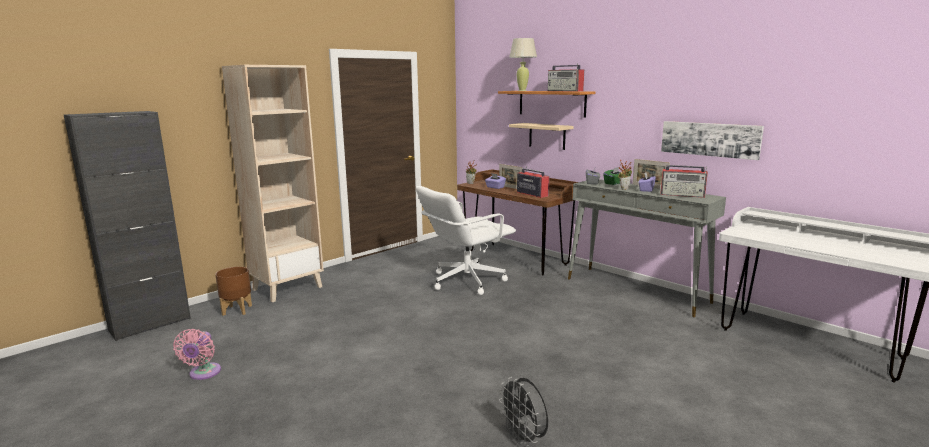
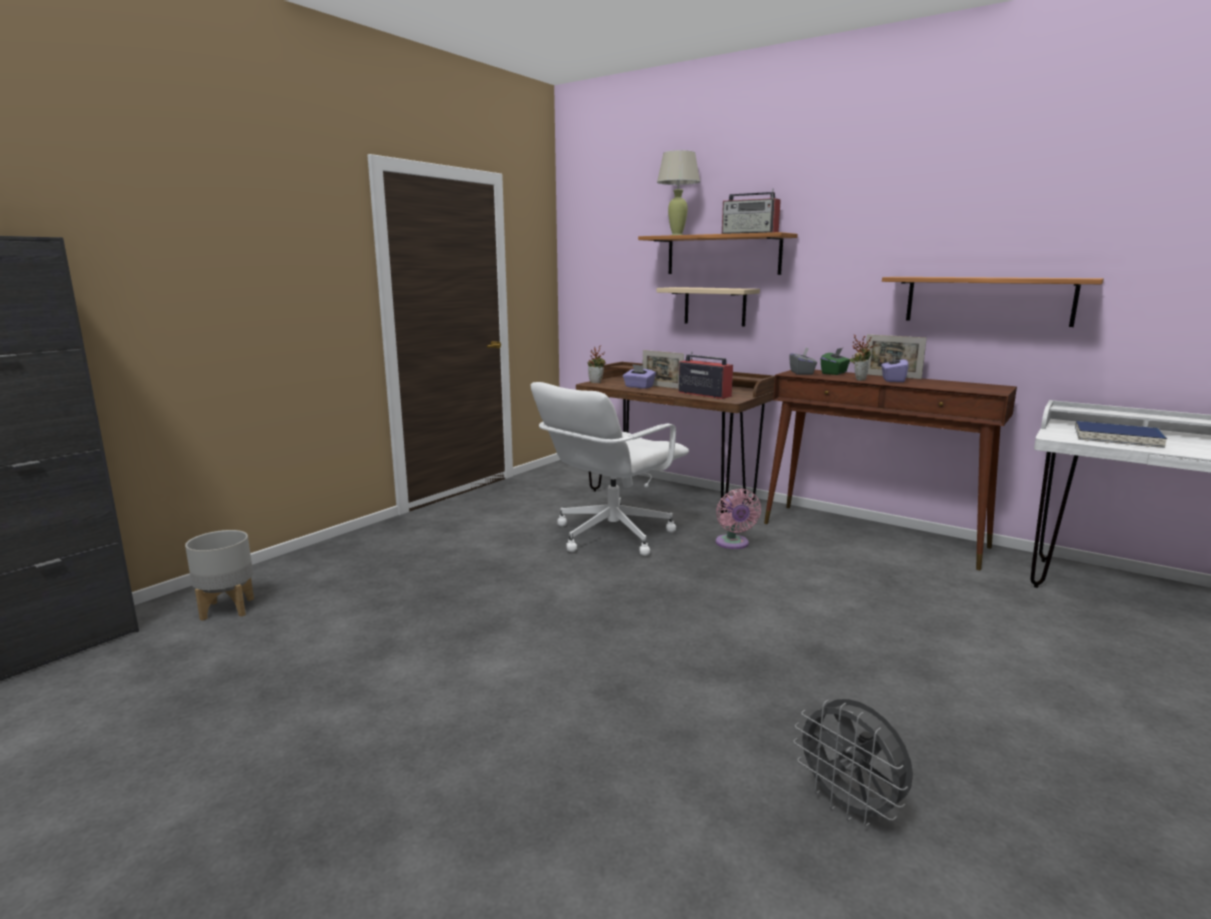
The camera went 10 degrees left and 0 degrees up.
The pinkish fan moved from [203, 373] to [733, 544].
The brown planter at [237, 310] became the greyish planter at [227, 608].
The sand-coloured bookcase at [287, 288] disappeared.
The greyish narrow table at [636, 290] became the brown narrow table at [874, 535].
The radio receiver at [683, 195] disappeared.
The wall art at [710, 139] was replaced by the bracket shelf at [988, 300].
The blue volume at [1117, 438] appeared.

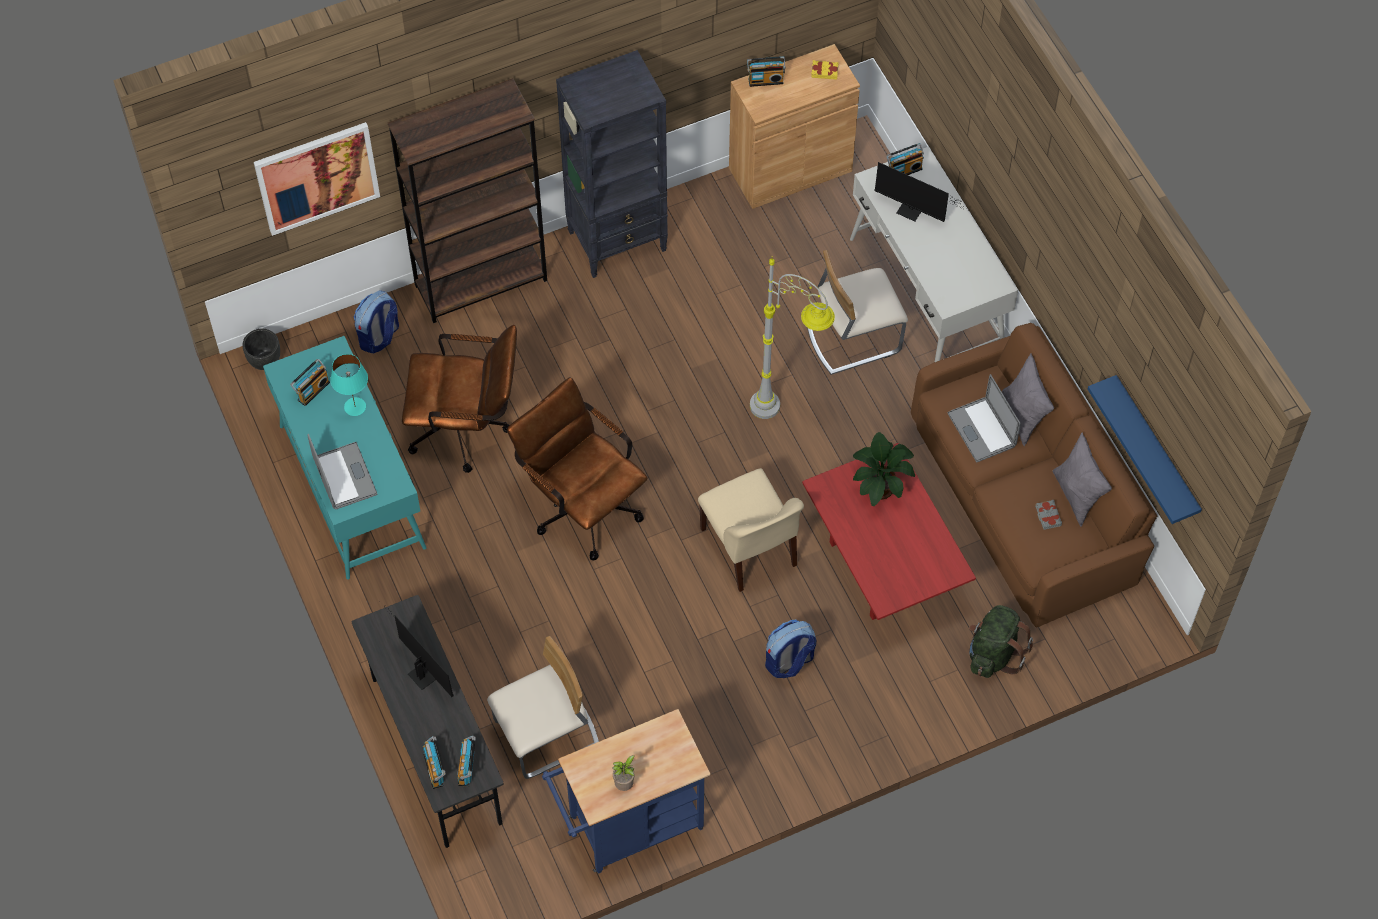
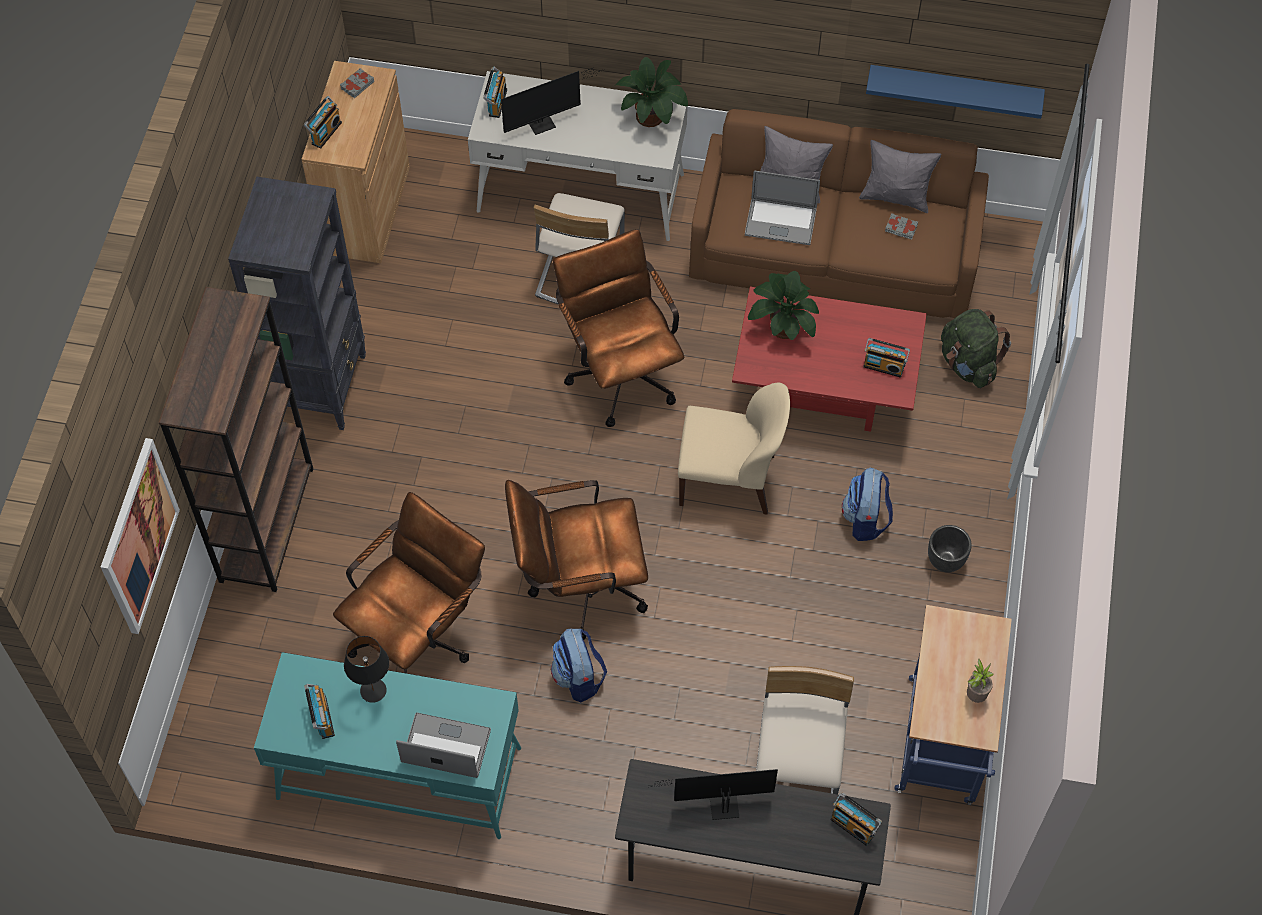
The camera went 55 degrees left and 0 degrees up.
The black planter moved from [265, 361] to [946, 561].
The blue-green lamp for a table at [355, 407] became the black lamp for a table at [373, 690].
The rucksack moved from [379, 337] to [578, 677].
The radio receiver moved from [435, 769] to [884, 366].
The greyish floor lamp at [787, 418] was replaced by the brown office chair at [619, 369].
The yellowish volume at [824, 71] became the greyish volume at [357, 85].
The plant in a pot at [652, 117] appeared.

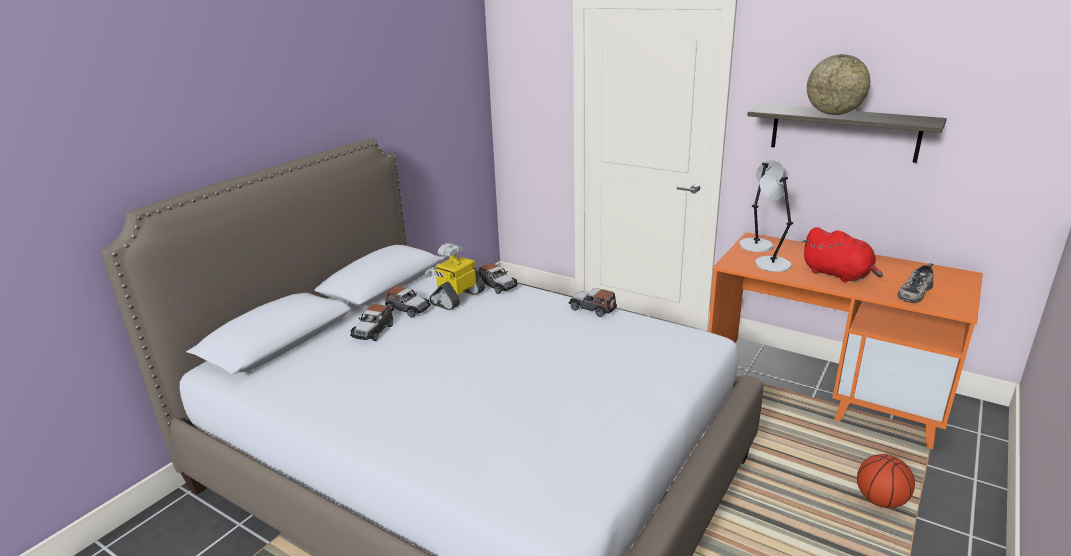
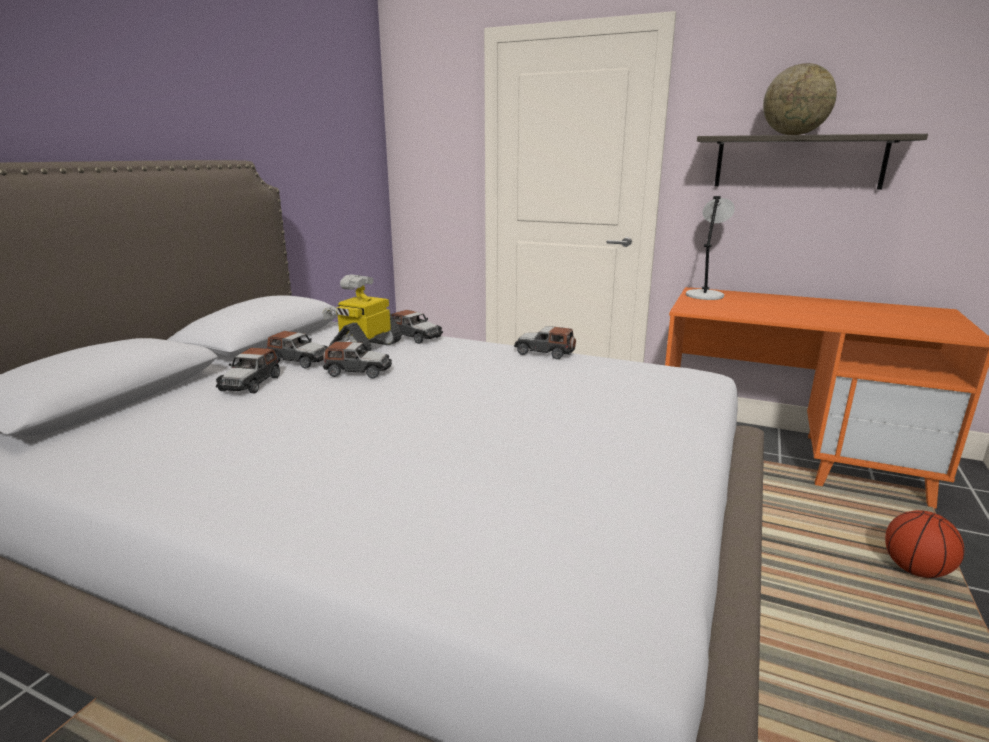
The camera went 10 degrees left and 5 degrees down.
The greyish lamp for a table at [771, 264] disappeared.
The reddish plush toy at [838, 275] disappeared.
The low shoe at [914, 291] disappeared.
The toy car at [358, 371] appeared.

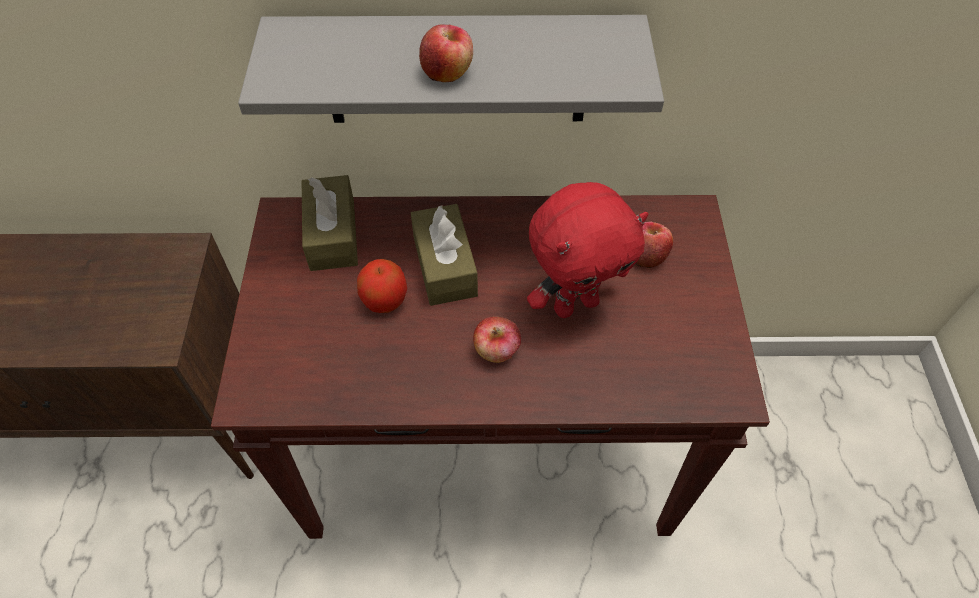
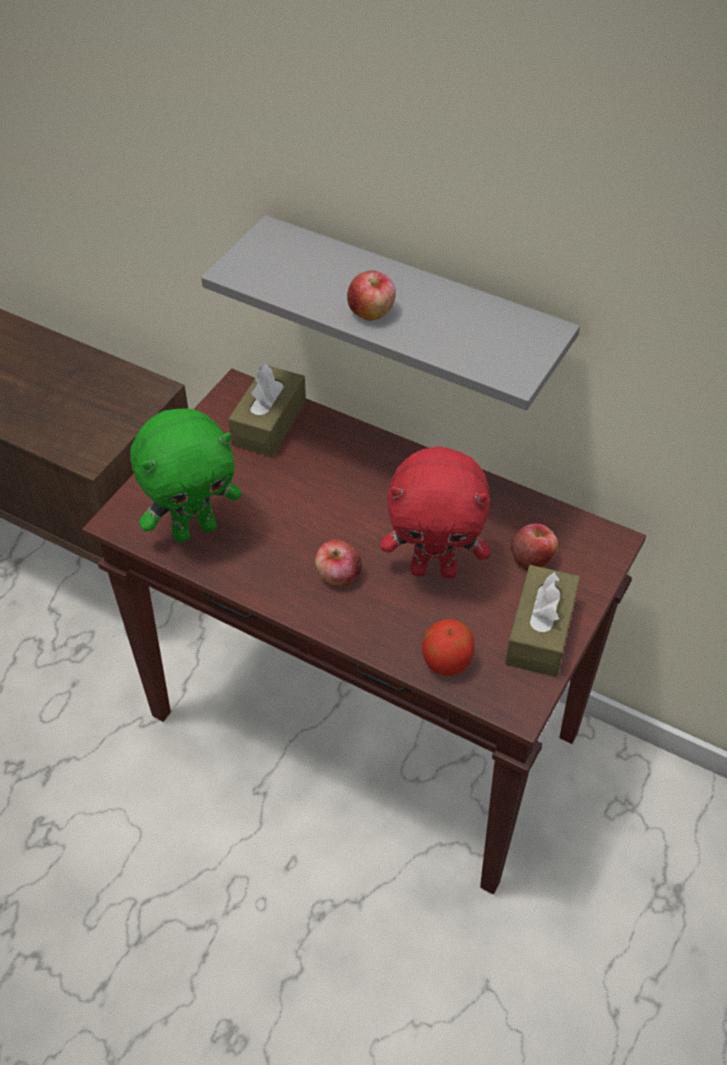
The camera went 30 degrees right and 5 degrees down.
The apple moved from [385, 301] to [447, 663].
The brown box of tissues moved from [444, 266] to [540, 632].
The green plush toy at [194, 529] appeared.

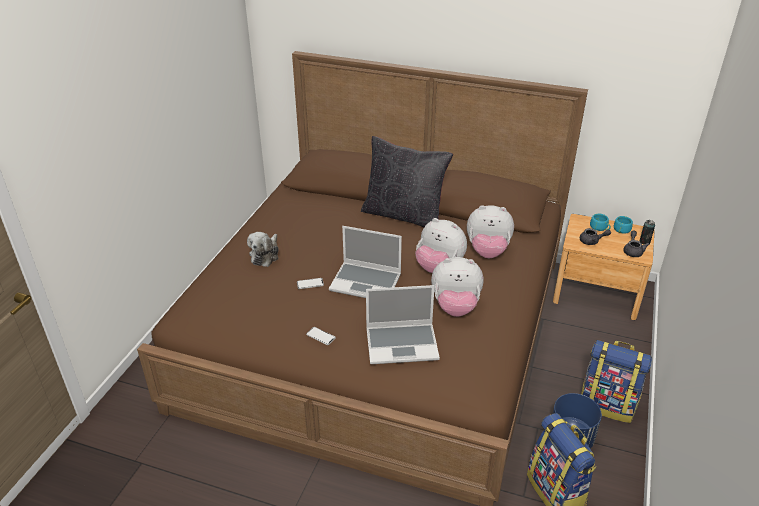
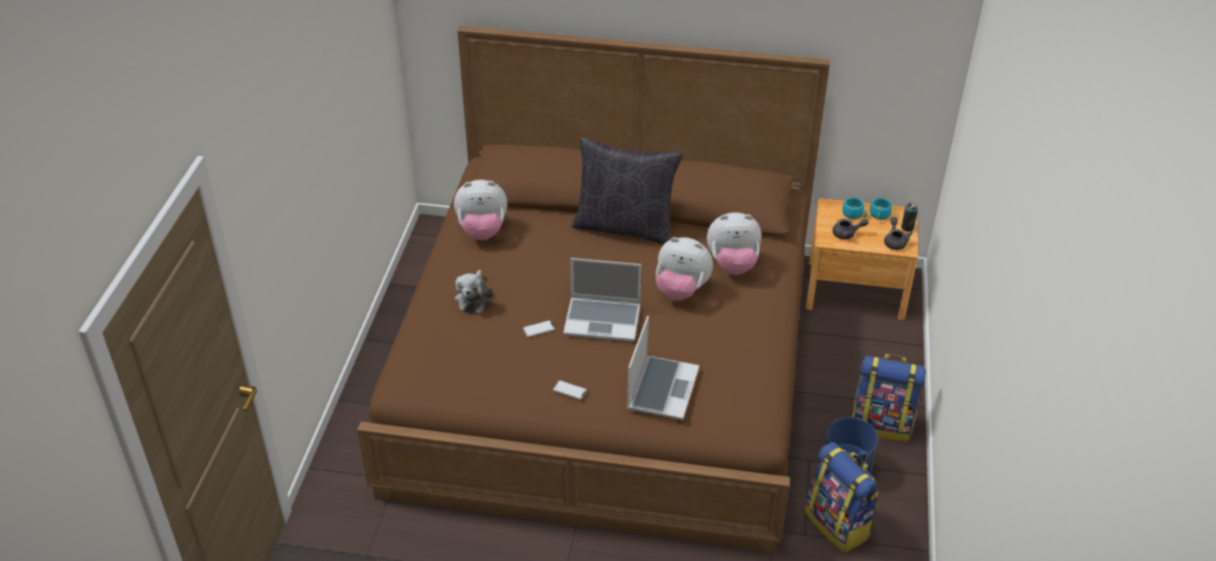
The camera went 10 degrees left and 5 degrees up.
The laptop at [402, 344] turned 60 degrees counterclockwise.
The plush toy moved from [455, 307] to [482, 231].

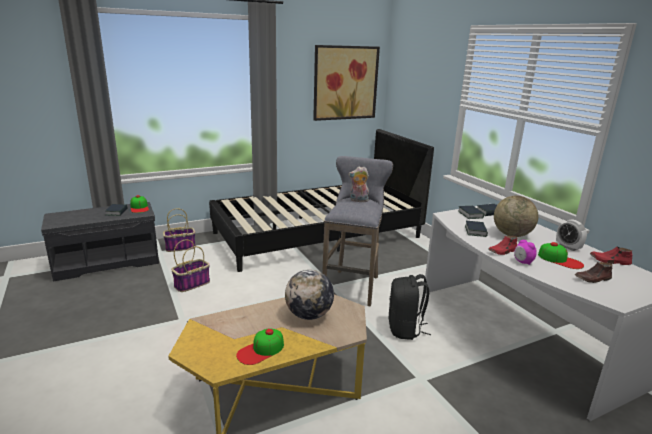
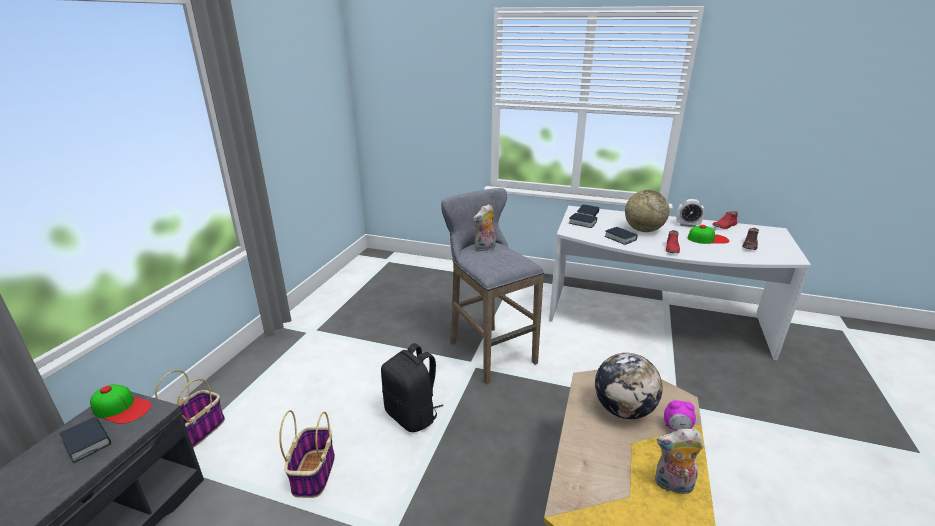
The camera went 45 degrees left and 5 degrees up.
The black bed at [318, 235] disappeared.
The baseball cap at [261, 350] was replaced by the plush toy at [672, 485].
The wall art at [345, 83] disappeared.
The black rucksack moved from [405, 329] to [412, 415].
The bedside clock moved from [522, 262] to [676, 428].

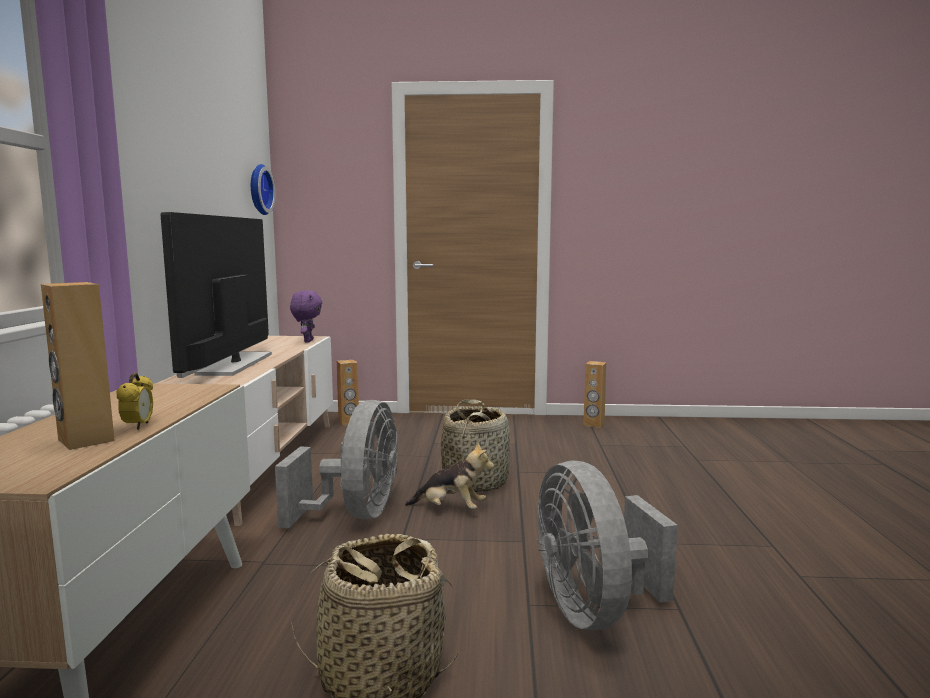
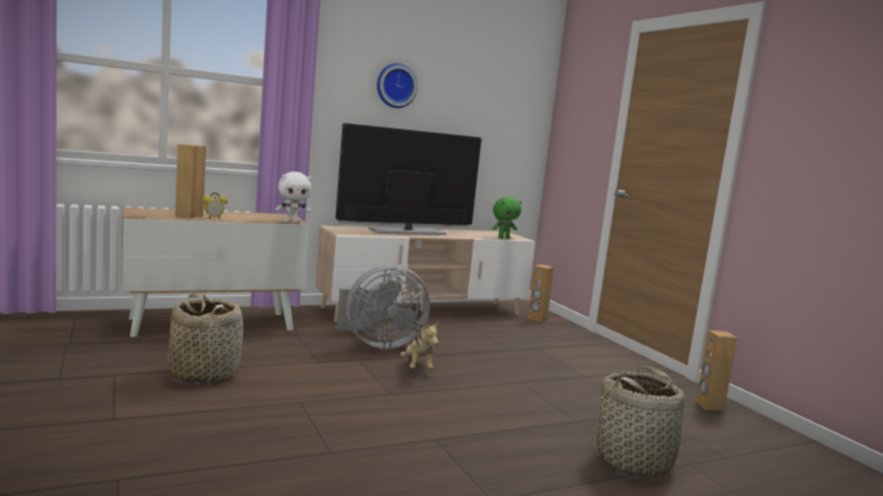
The camera went 60 degrees right and 0 degrees up.
The hanging clock moved from [258, 189] to [395, 85].
The purplish plush toy at [307, 341] became the green plush toy at [503, 238].
The storage basket moved from [476, 481] to [634, 461].
The greyish fan at [594, 610] disappeared.
The white plush toy at [292, 222] appeared.

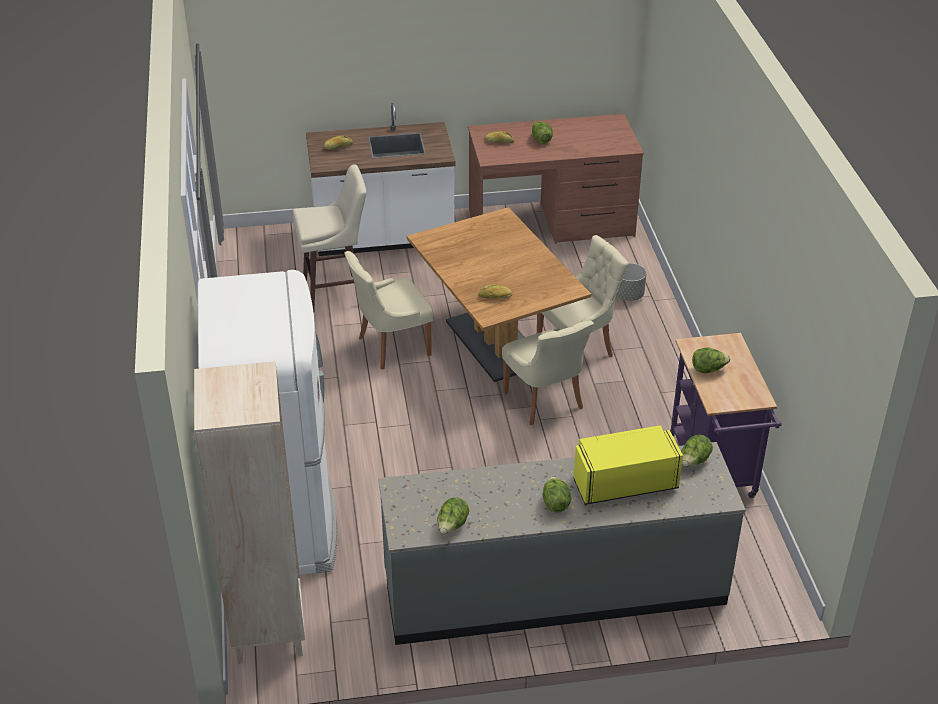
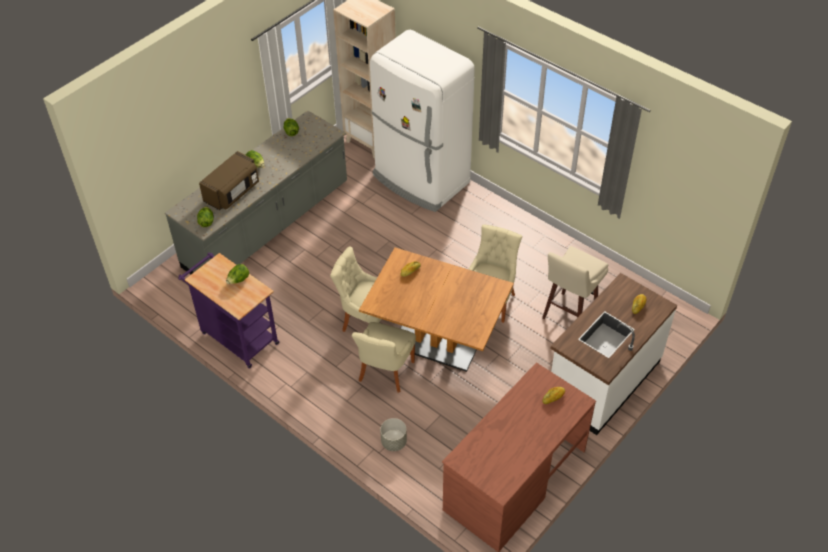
The camera went 140 degrees right and 10 degrees up.
The lettuce at [541, 140] disappeared.
The yellowish microwave at [624, 482] became the brown microwave at [232, 192].

